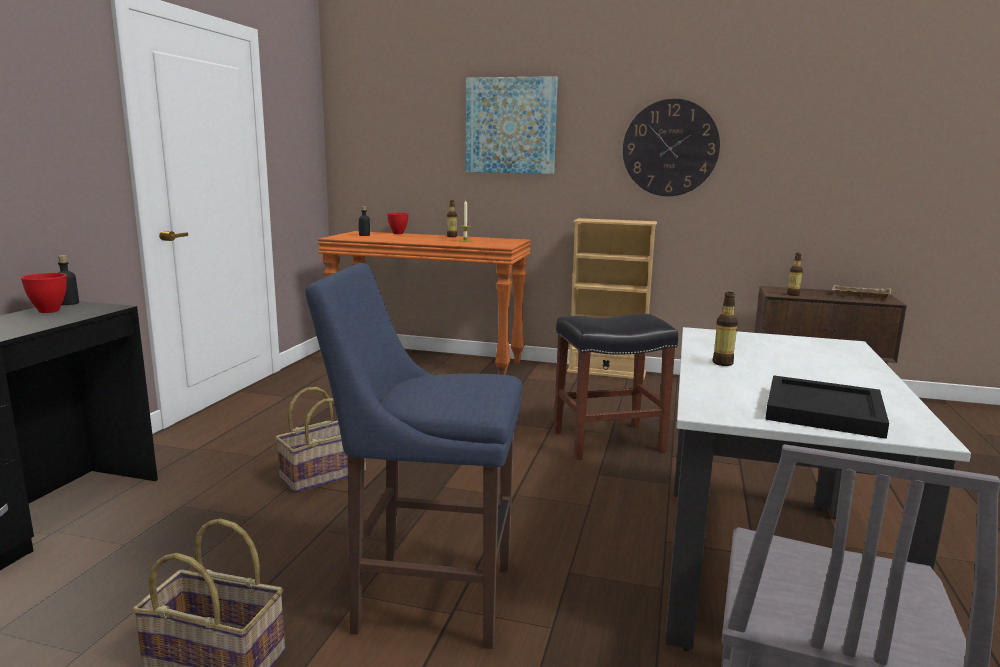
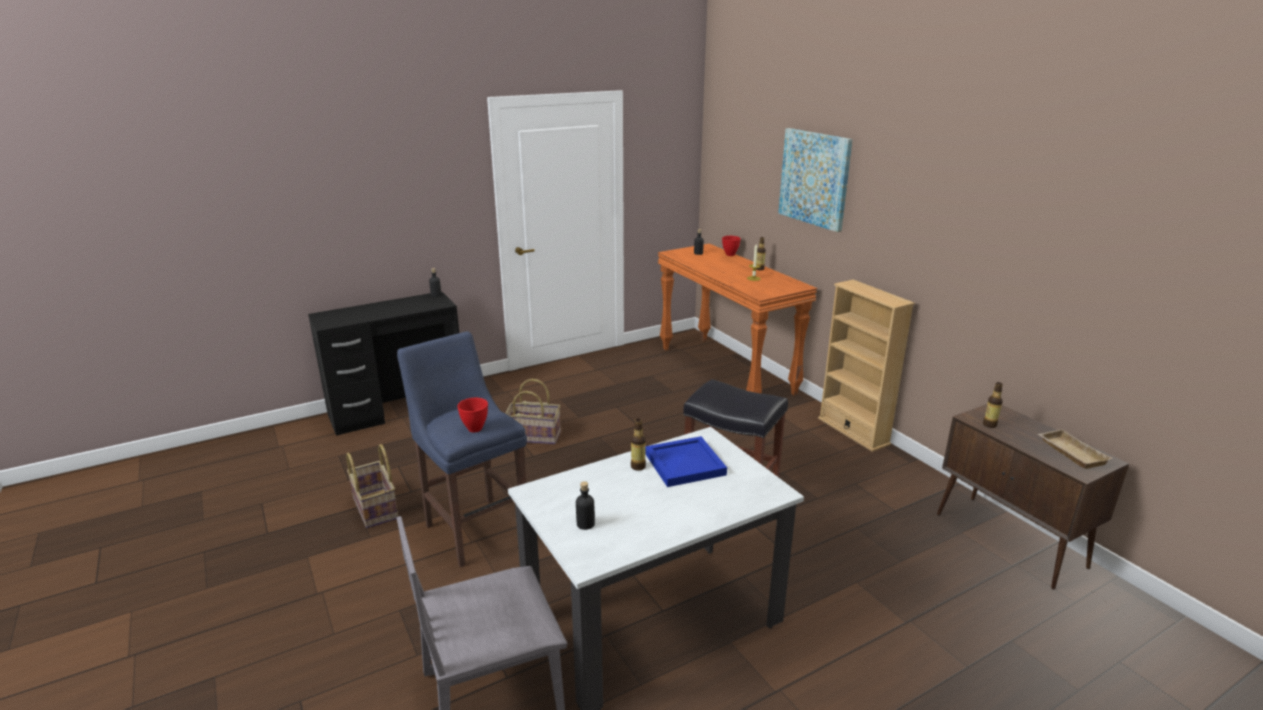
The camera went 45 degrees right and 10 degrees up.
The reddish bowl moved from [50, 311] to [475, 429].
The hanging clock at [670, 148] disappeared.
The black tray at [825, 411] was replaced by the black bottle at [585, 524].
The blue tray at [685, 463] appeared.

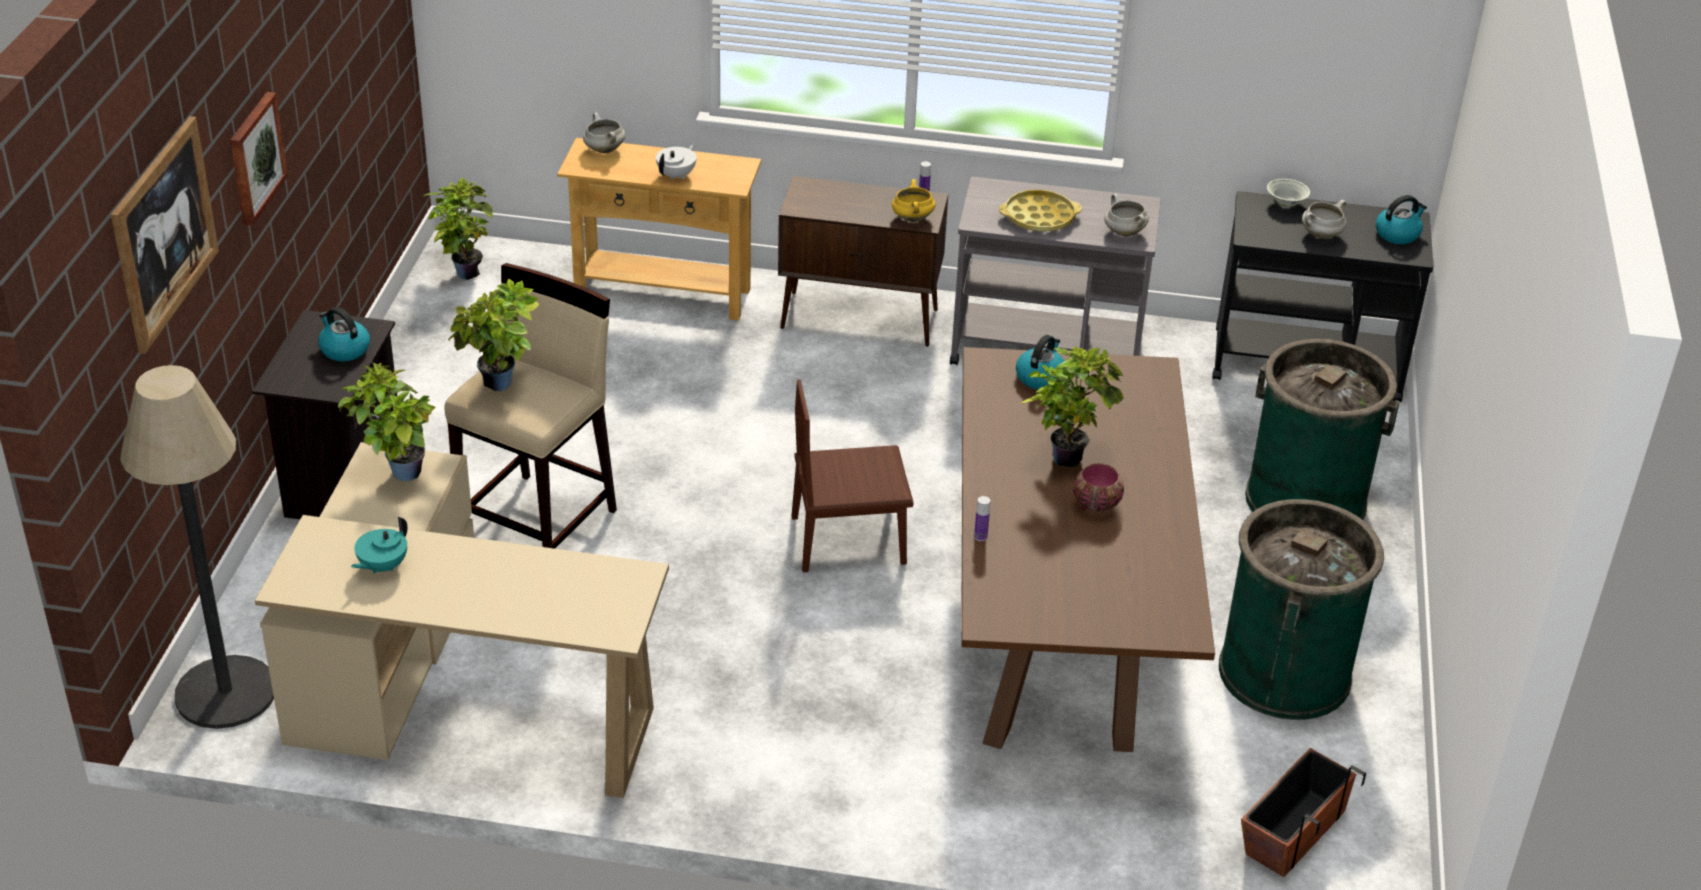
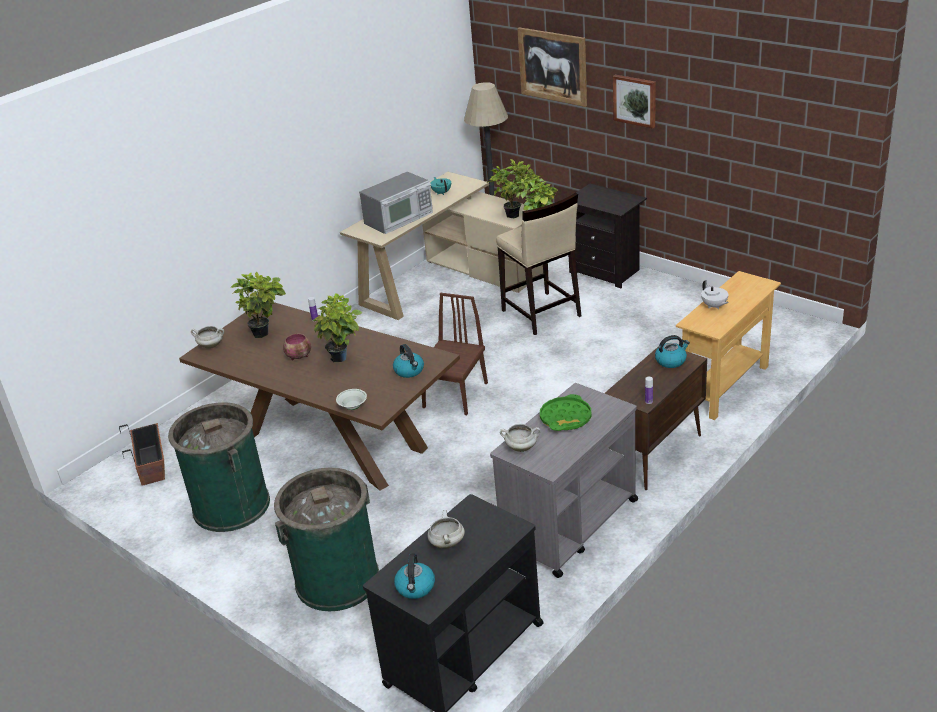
The camera went 125 degrees right and 5 degrees down.
The water kettle moved from [344, 349] to [671, 361].
The plant in a pot moved from [464, 271] to [265, 333].
The white stockpot moved from [603, 149] to [211, 346].
The yellowish stockpot at [912, 218] disappeared.
The yellowish tray at [1039, 217] became the green tray at [565, 418].
The white bowl moved from [1285, 204] to [353, 407].
The microwave at [399, 218] appeared.

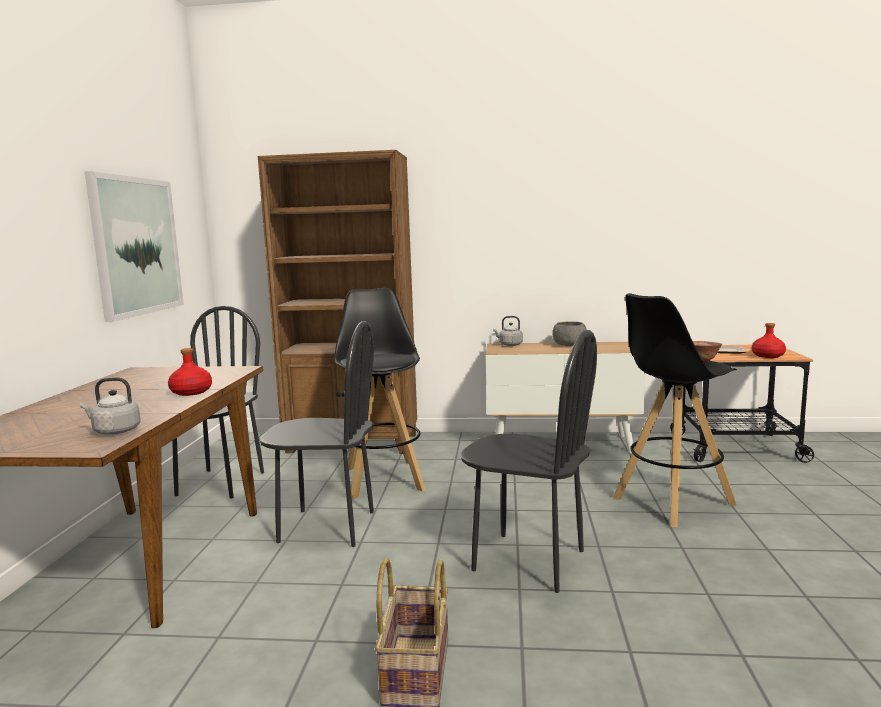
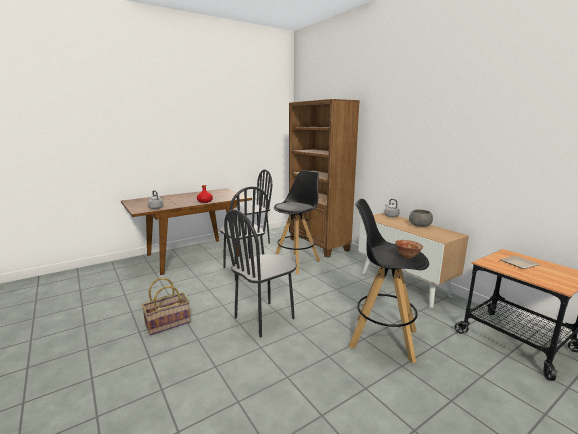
The camera went 50 degrees right and 5 degrees up.
The wall art at [137, 246] disappeared.
The black upright chair at [528, 561] turned 60 degrees clockwise.
The reddish bottle at [768, 356] disappeared.

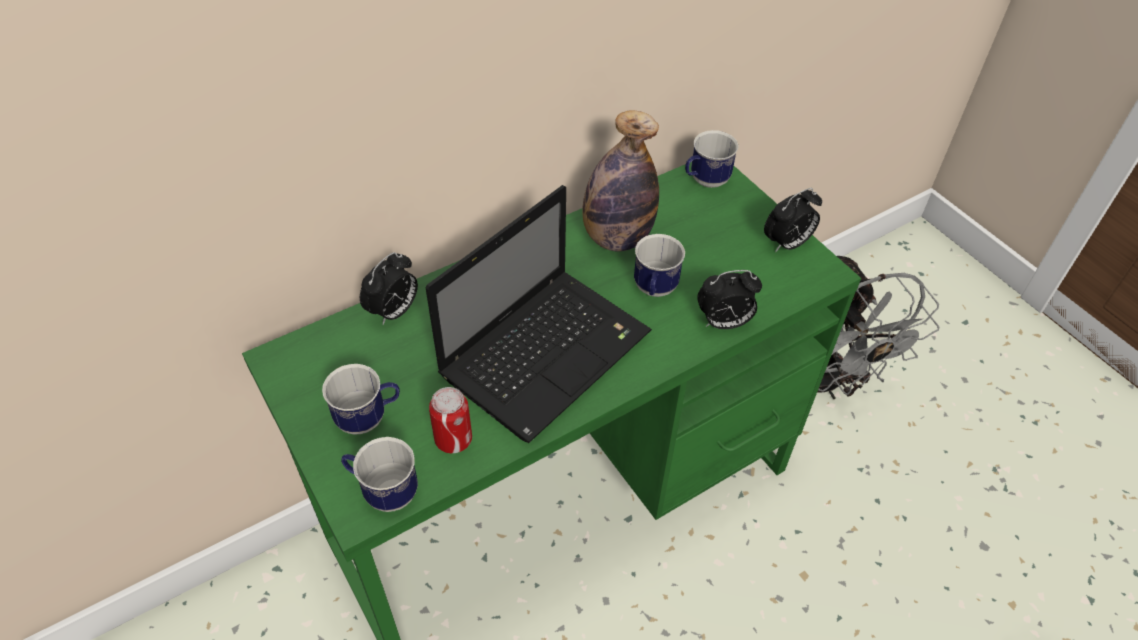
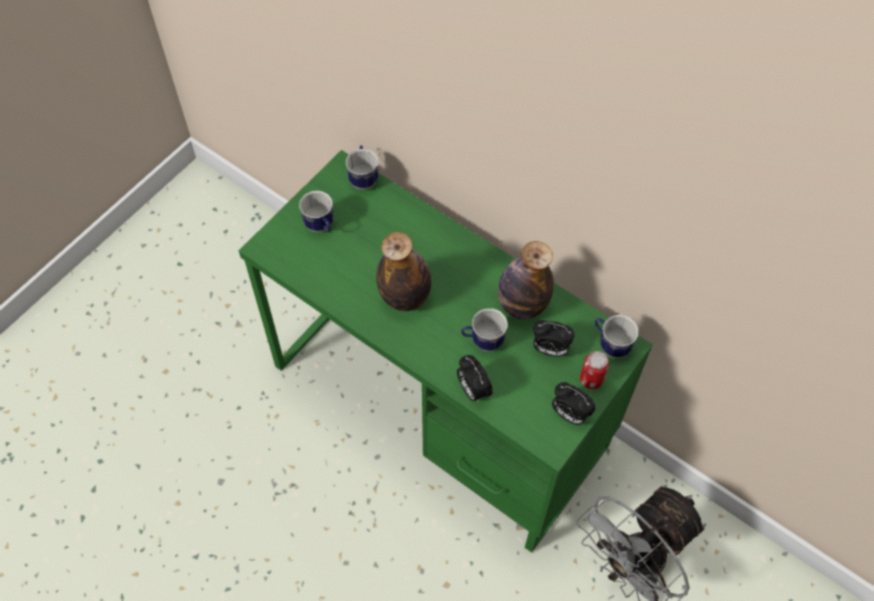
The camera went 70 degrees right and 10 degrees up.
The tea mug moved from [384, 491] to [363, 177].
The bedside clock moved from [394, 312] to [550, 349].
The laptop at [547, 351] was replaced by the bottle at [405, 297].
The can moved from [453, 439] to [591, 379].

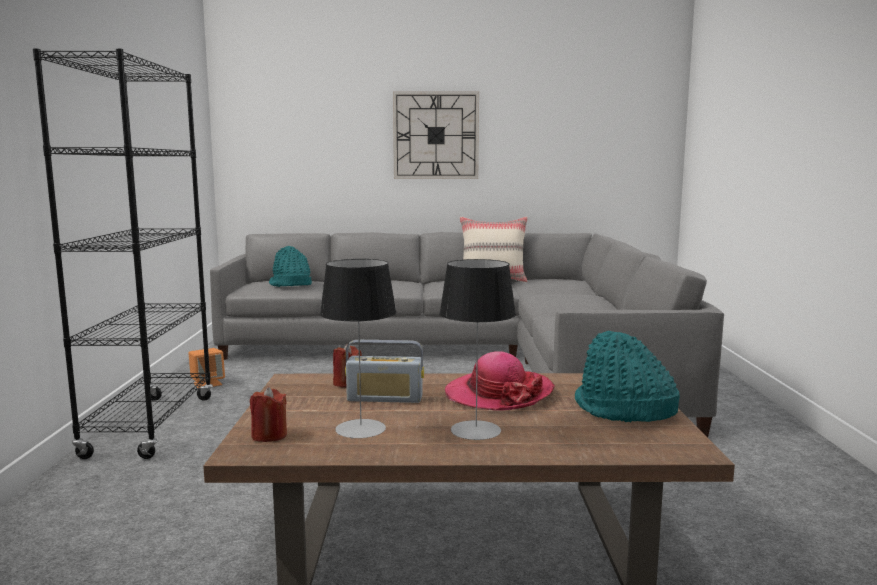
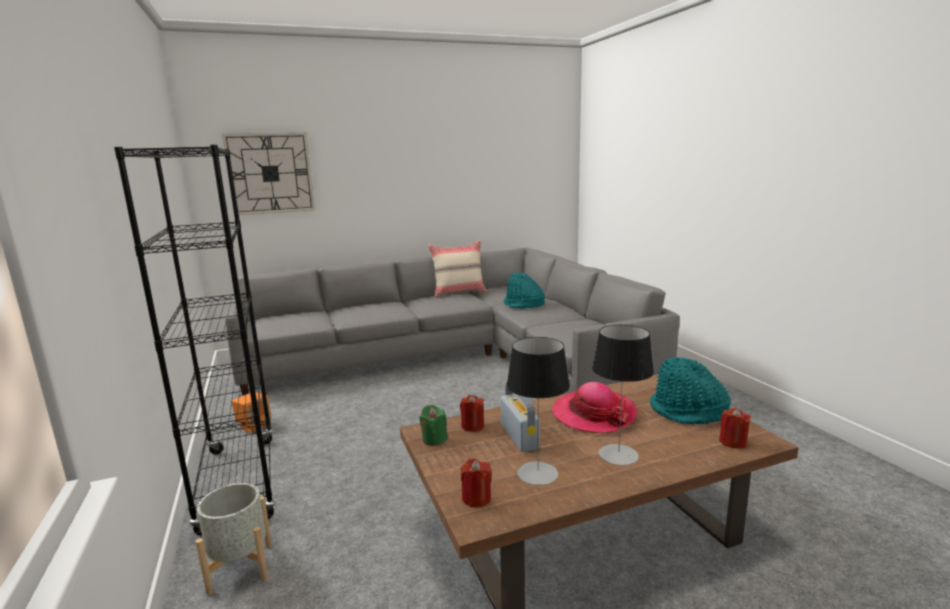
The camera went 20 degrees left and 5 degrees up.
The blue-green clothing hat moved from [290, 284] to [523, 305].
The radio receiver at [385, 398] turned 90 degrees counterclockwise.
The hanging clock moved from [436, 135] to [270, 173].
The greyish planter at [241, 568] appeared.
The green wax candle at [434, 439] appeared.
The reddish wax candle at [732, 442] appeared.

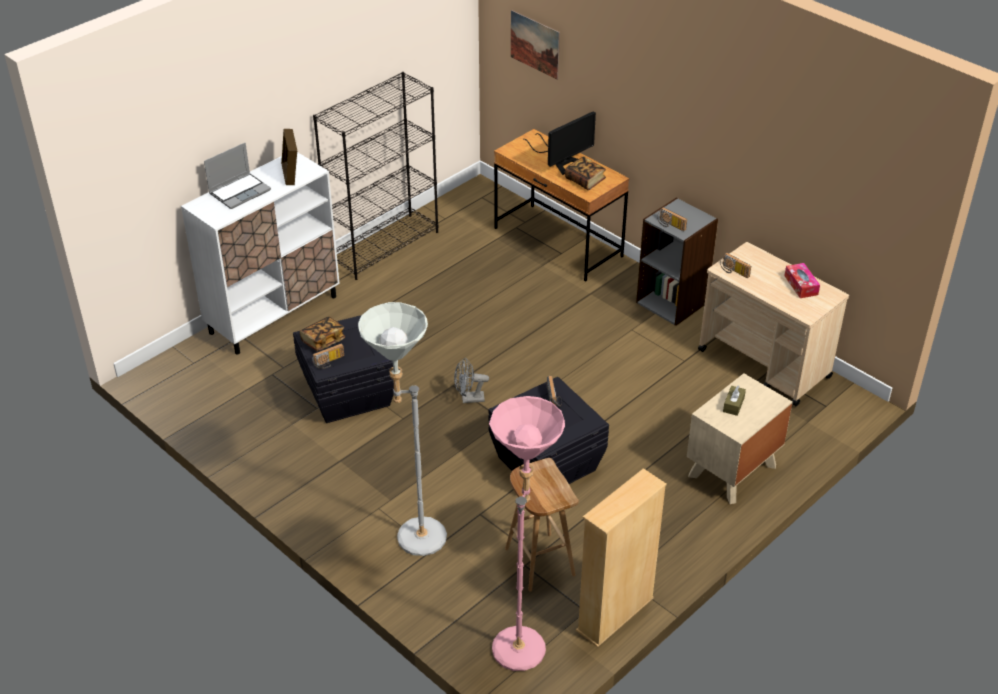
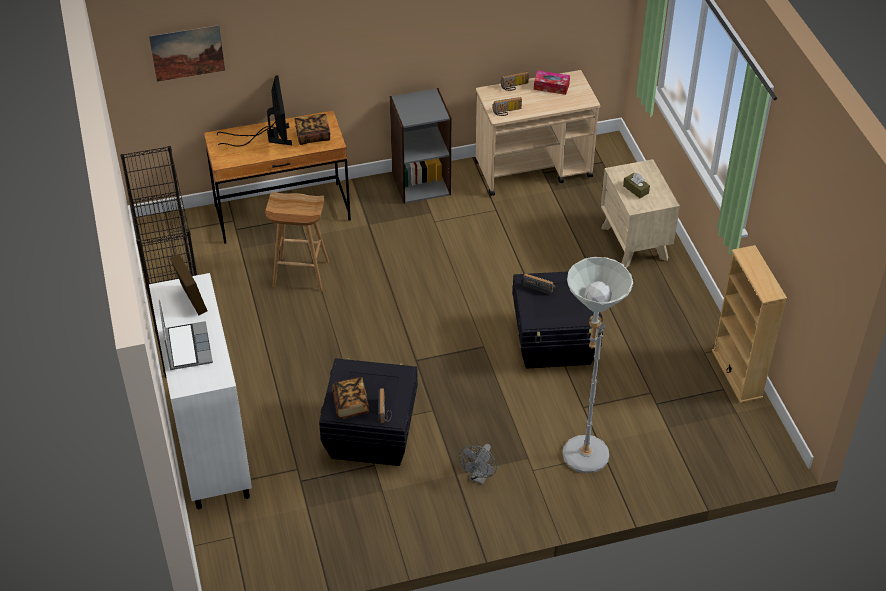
The camera went 60 degrees left and 5 degrees up.
The photo frame at [291, 174] turned 135 degrees counterclockwise.
The greyish fan moved from [469, 399] to [479, 477].
The pinkish floor lamp at [522, 640] disappeared.
The brown stool moved from [538, 561] to [300, 274].
The radio receiver moved from [670, 225] to [514, 86].

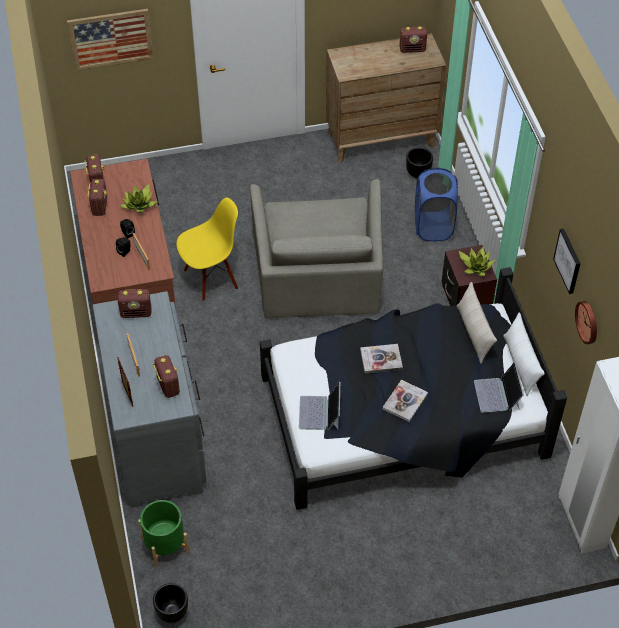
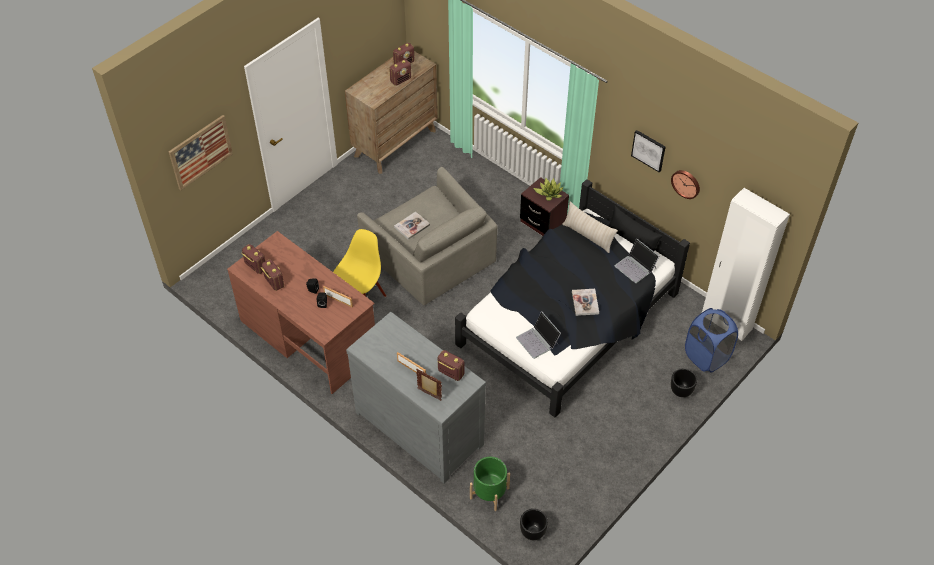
The camera went 35 degrees left and 0 degrees up.
The radio receiver moved from [136, 313] to [401, 80].
The plant in a pot at [139, 205] disappeared.
The volume moved from [381, 359] to [412, 226].
The black planter moved from [418, 174] to [681, 391].
The blue washing basket moved from [433, 226] to [706, 356].
The white throw pillow at [520, 364] became the black throw pillow at [632, 240].

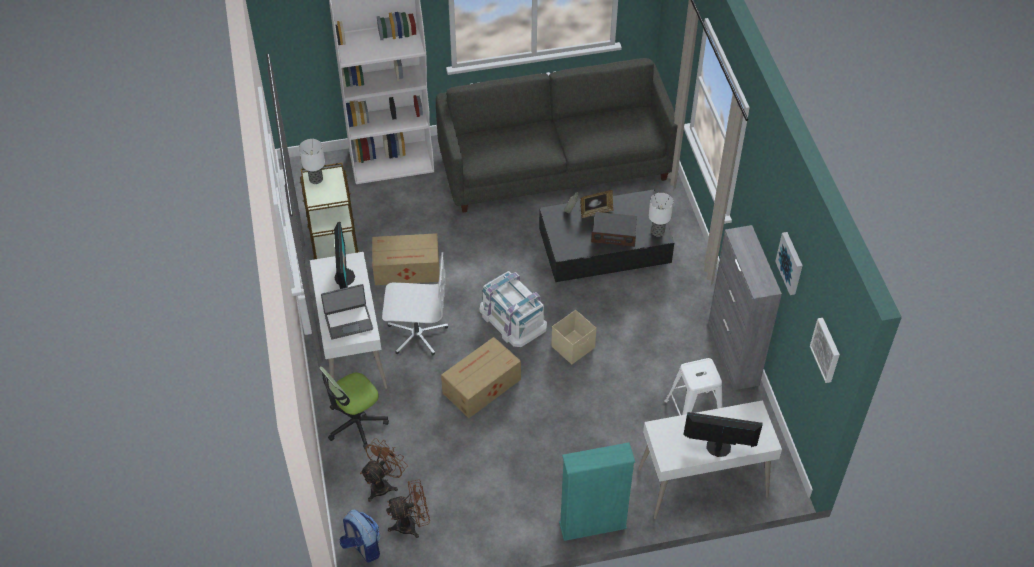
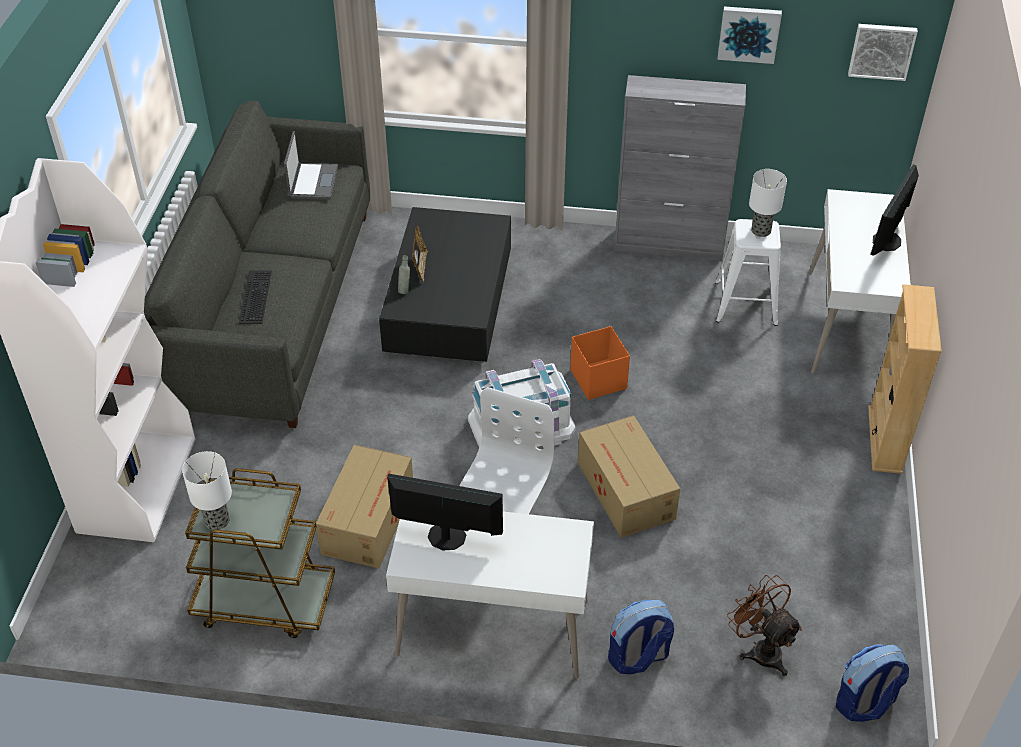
The camera went 70 degrees left and 5 degrees down.
The office chair at [356, 423] was replaced by the rucksack at [638, 657].
The laptop moved from [348, 321] to [312, 182].
The brown fan at [411, 524] disappeared.
The sand-coloured storage box at [573, 347] became the orange-coloured storage box at [598, 379].
The blue-green bookcase at [592, 525] became the sand-coloured bookcase at [885, 439].
The radio receiver at [614, 234] disappeared.
The lamp for a table moved from [658, 231] to [761, 230].
The PC keyboard at [254, 296] appeared.

